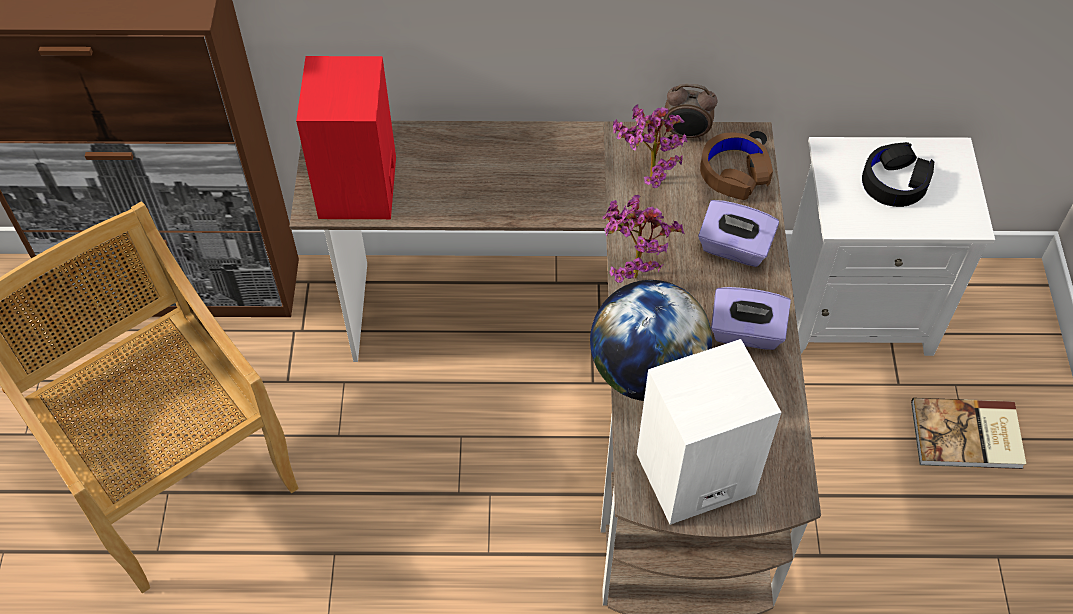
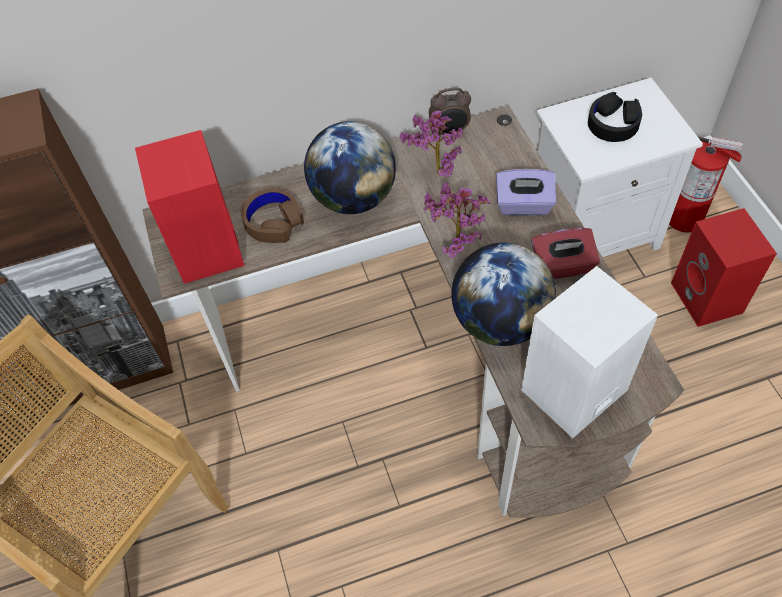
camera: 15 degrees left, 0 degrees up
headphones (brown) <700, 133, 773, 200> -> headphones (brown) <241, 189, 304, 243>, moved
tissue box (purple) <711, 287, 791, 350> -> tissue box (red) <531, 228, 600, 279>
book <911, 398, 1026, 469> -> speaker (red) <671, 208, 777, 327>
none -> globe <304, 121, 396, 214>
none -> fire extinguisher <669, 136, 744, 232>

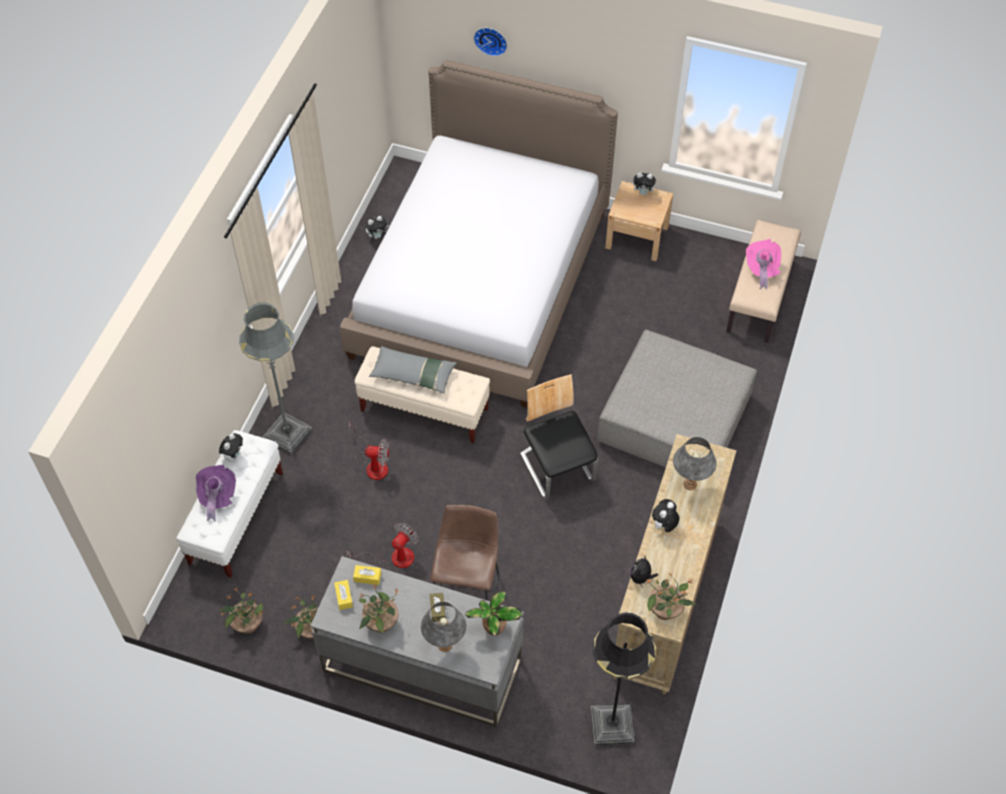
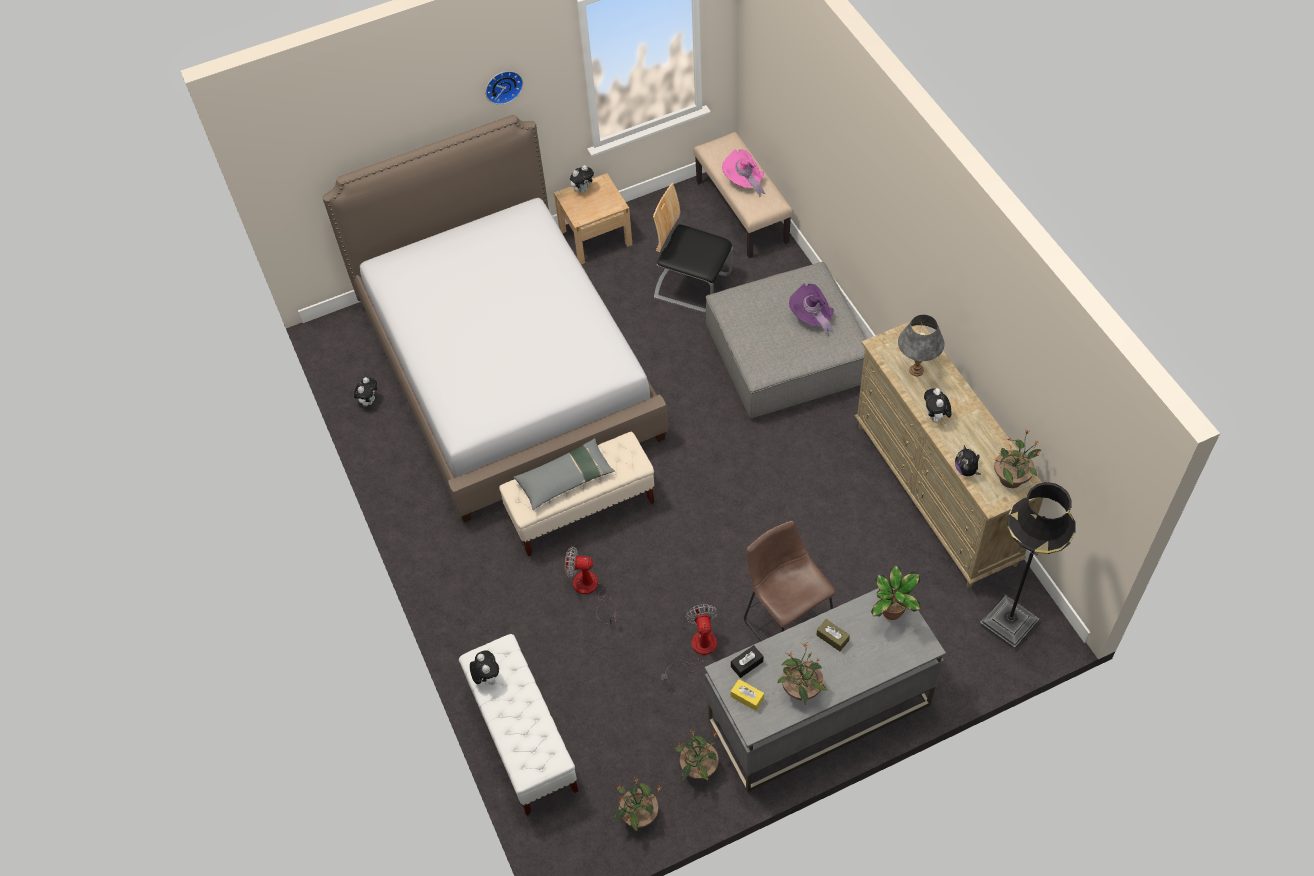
camera: 40 degrees left, 0 degrees up
wall clock <474, 28, 507, 56> -> wall clock <485, 71, 523, 105>, moved
floor lamp (grey) <239, 303, 312, 455> -> none
chair <520, 374, 598, 499> -> chair <653, 183, 733, 313>, moved
fan <349, 423, 389, 480> -> fan <565, 547, 616, 625>, 135 degrees counterclockwise
hat (purple) <196, 465, 236, 521> -> hat (purple) <789, 283, 834, 336>, moved
tissue box (yellow) <353, 565, 381, 585> -> tissue box (black) <731, 645, 763, 678>
table lamp (grey) <421, 602, 466, 652> -> none

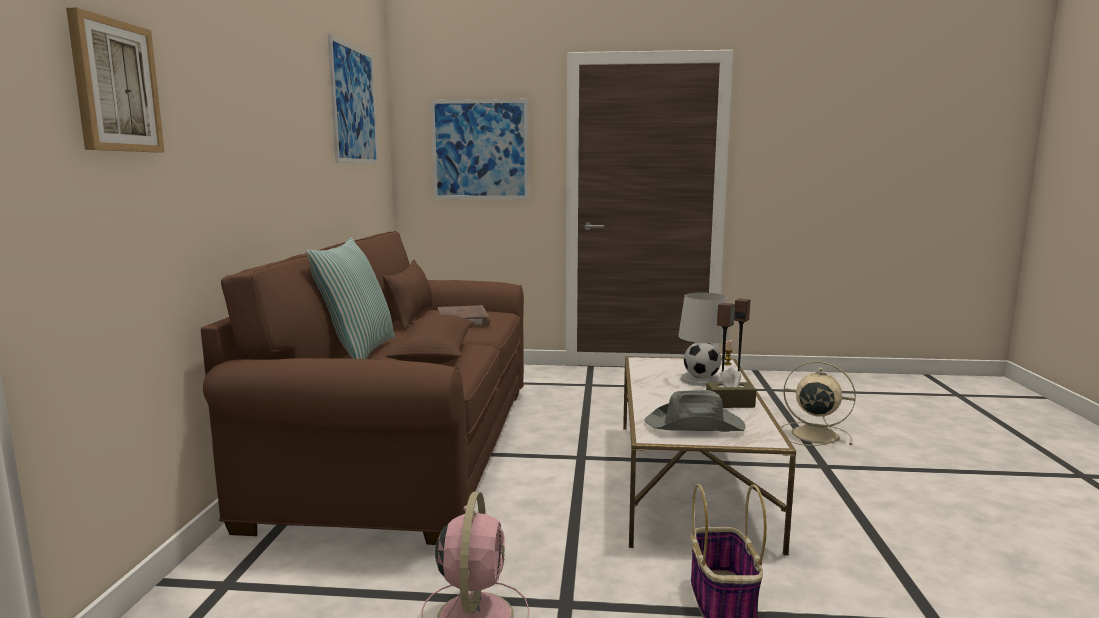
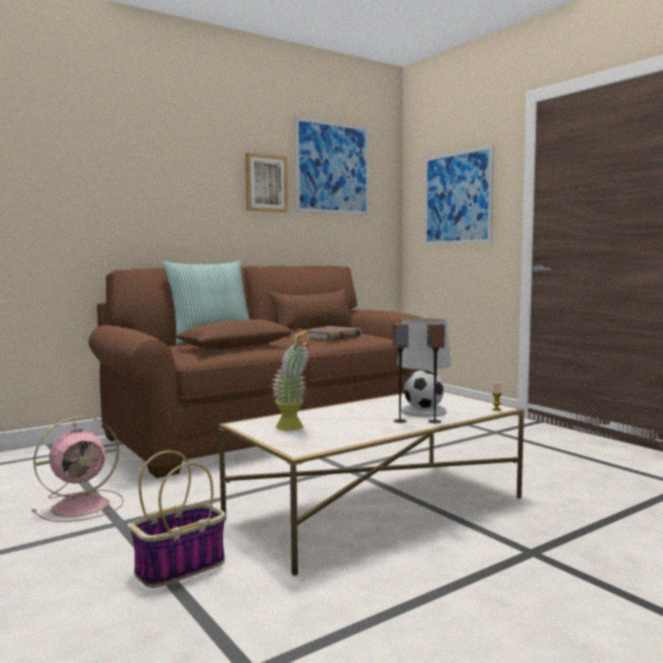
camera: 50 degrees right, 5 degrees down
picture <66, 8, 165, 152> -> picture <245, 153, 288, 212>, moved
fan (beige) <781, 361, 856, 446> -> none
tissue box (brown) <706, 367, 756, 408> -> none
hat (grey) <645, 390, 745, 432> -> potted plant <272, 328, 311, 430>

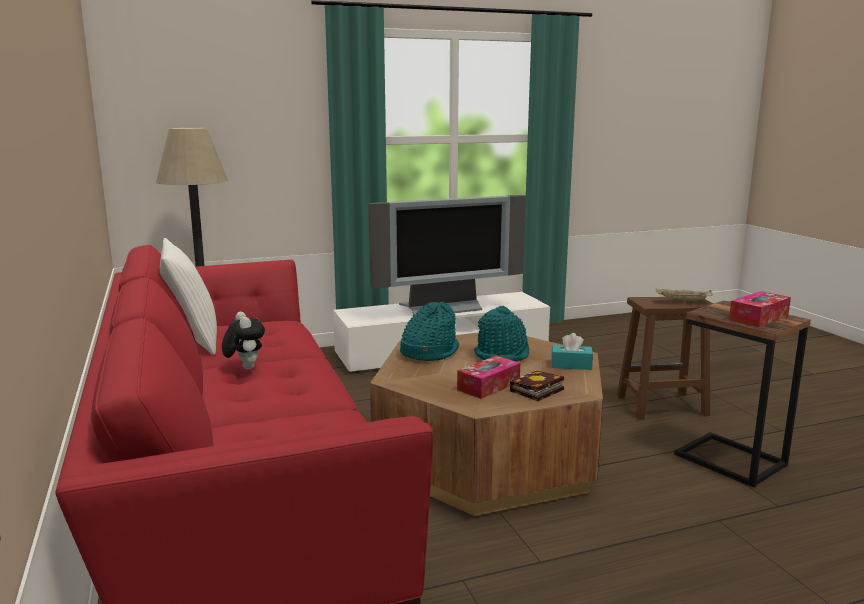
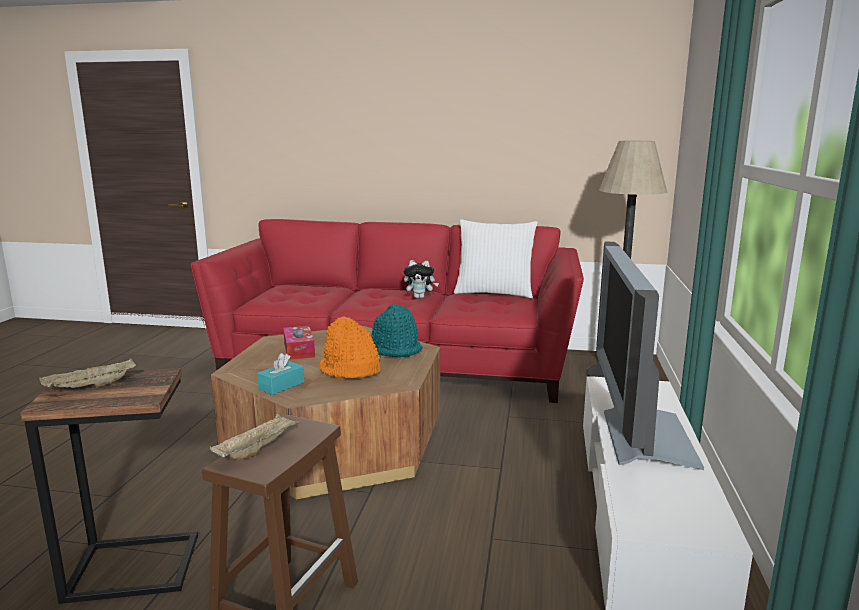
camera: 120 degrees right, 0 degrees up
tissue box <729, 291, 791, 327> -> tray (beige) <39, 358, 136, 388>
hat (turquoise) <474, 306, 529, 362> -> hat (orange) <319, 316, 380, 378>
book <510, 371, 564, 401> -> none

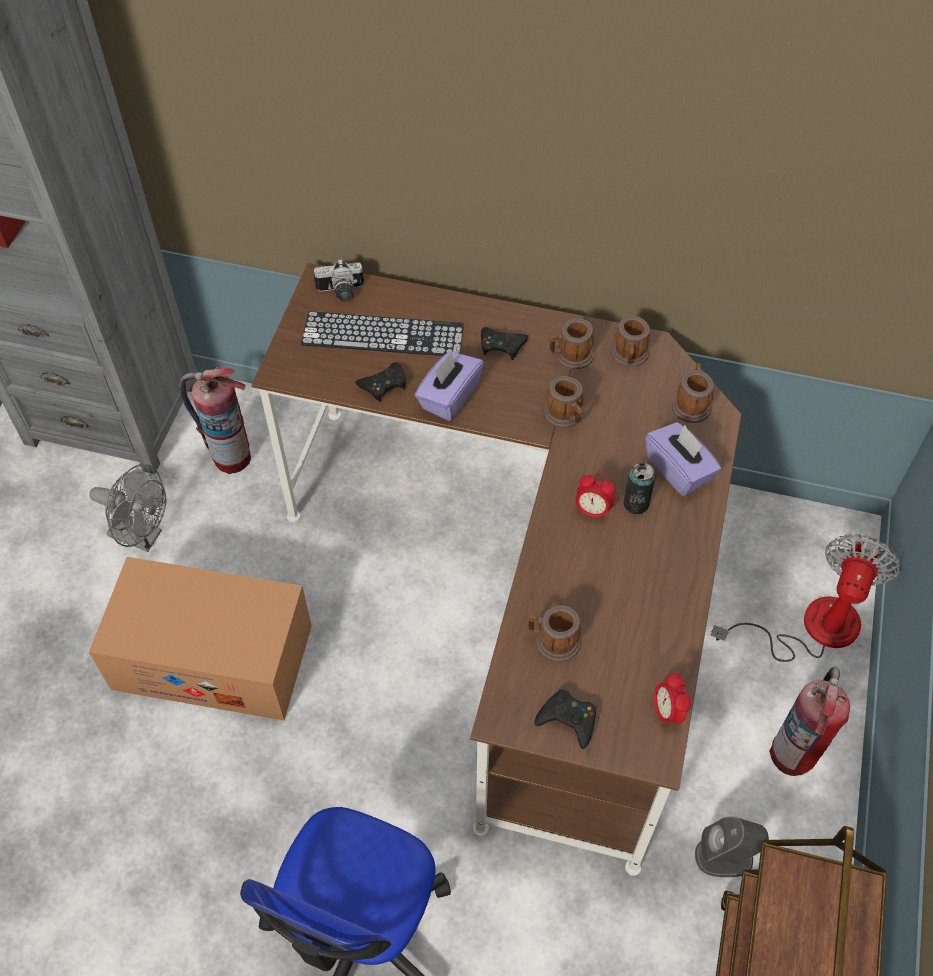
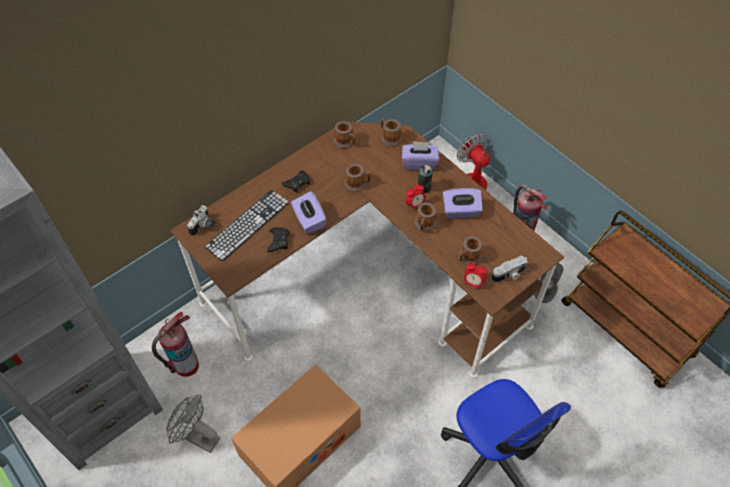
camera: 55 degrees left, 0 degrees up
mug <549, 318, 594, 369> -> mug <414, 202, 437, 232>, moved
fan (grey) <89, 464, 166, 552> -> fan (grey) <166, 394, 220, 453>, 120 degrees counterclockwise
alarm clock <653, 674, 691, 727> -> alarm clock <464, 262, 487, 289>, moved
game controller (black) <535, 689, 596, 749> -> photo camera <491, 256, 528, 283>
none -> tissue box (purple) <443, 188, 483, 219>

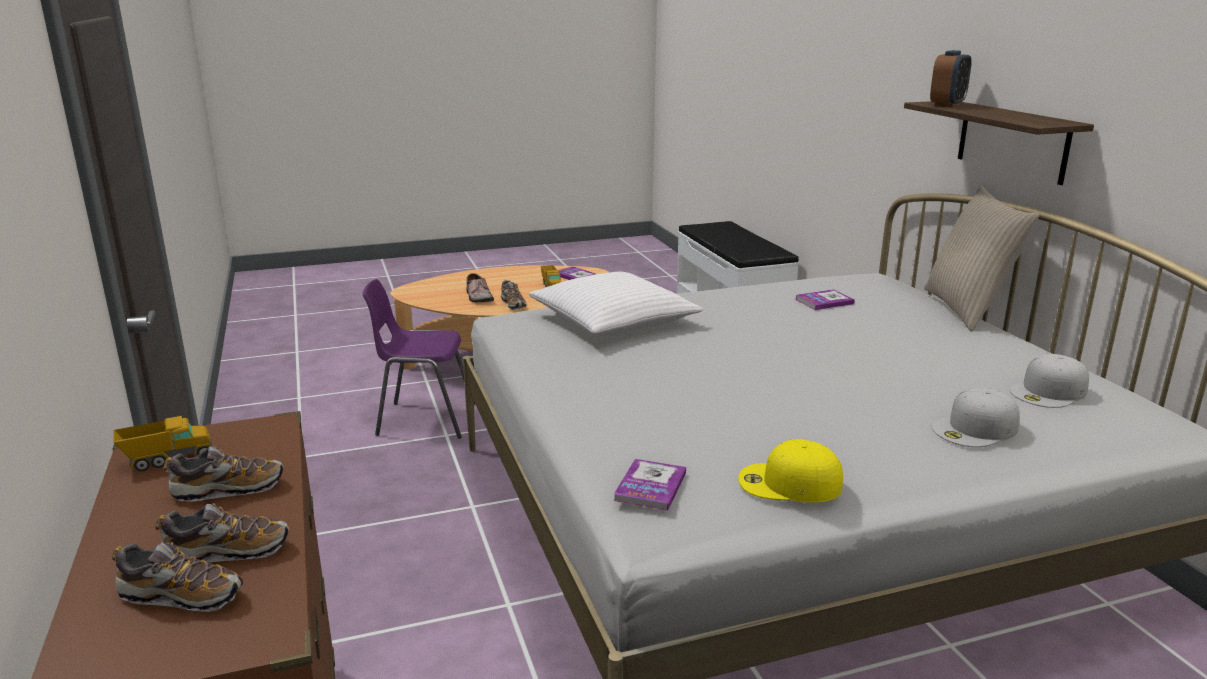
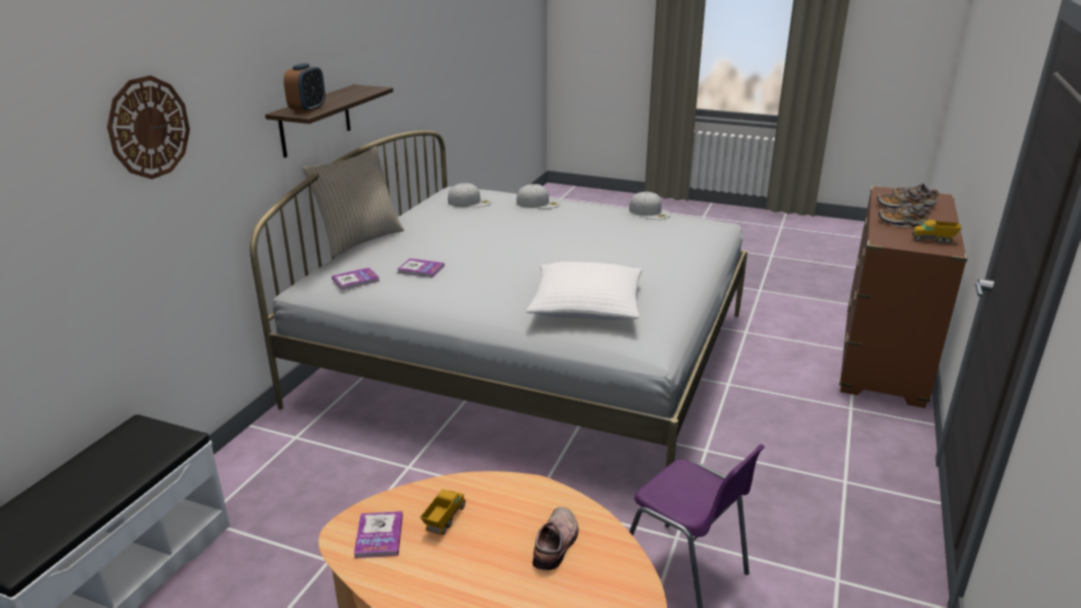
camera: 140 degrees left, 5 degrees up
alarm clock <930, 50, 972, 107> -> alarm clock <284, 63, 325, 113>, 120 degrees clockwise
shoe <501, 280, 527, 310> -> none
cap (yellow) <738, 439, 843, 503> -> cap (white) <629, 192, 671, 220>
book <614, 459, 686, 511> -> book <332, 268, 380, 290>, moved
none -> wall clock <107, 75, 190, 179>

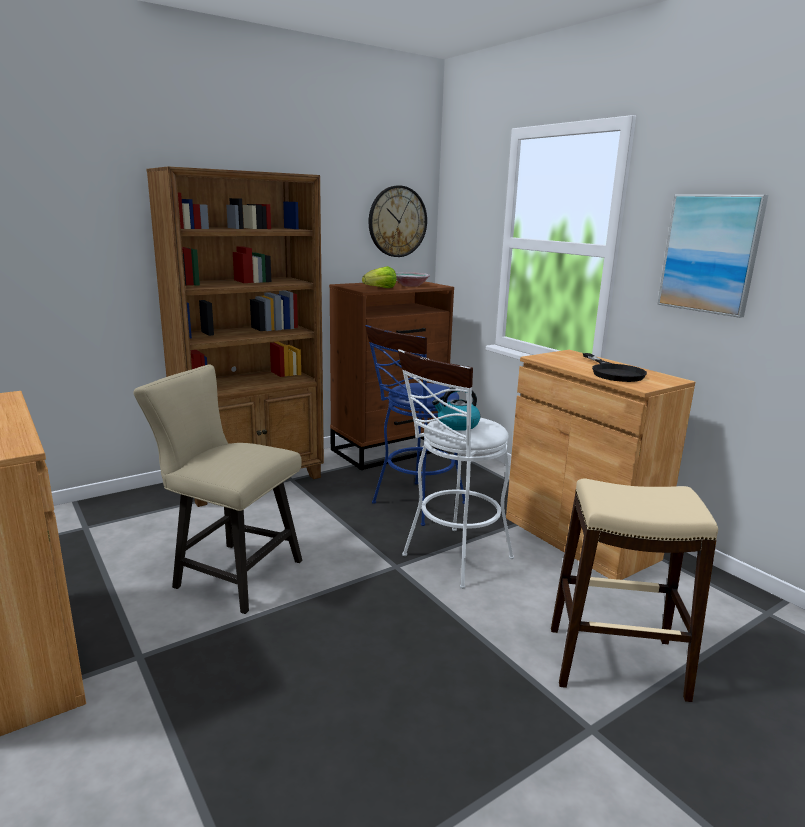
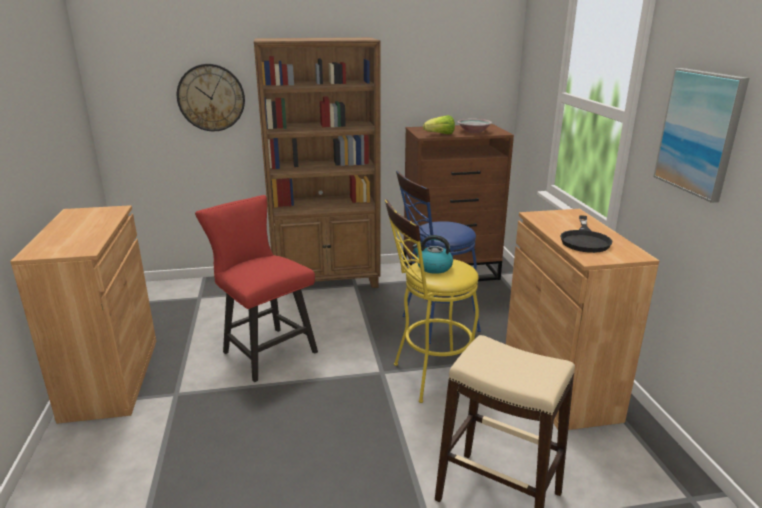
camera: 25 degrees right, 5 degrees up
wall clock <369, 186, 427, 257> -> wall clock <177, 64, 245, 131>, moved
stool (white) <398, 349, 514, 589> -> stool (yellow) <385, 200, 479, 403>
chair (beige) <134, 364, 302, 614> -> chair (red) <195, 195, 318, 382>

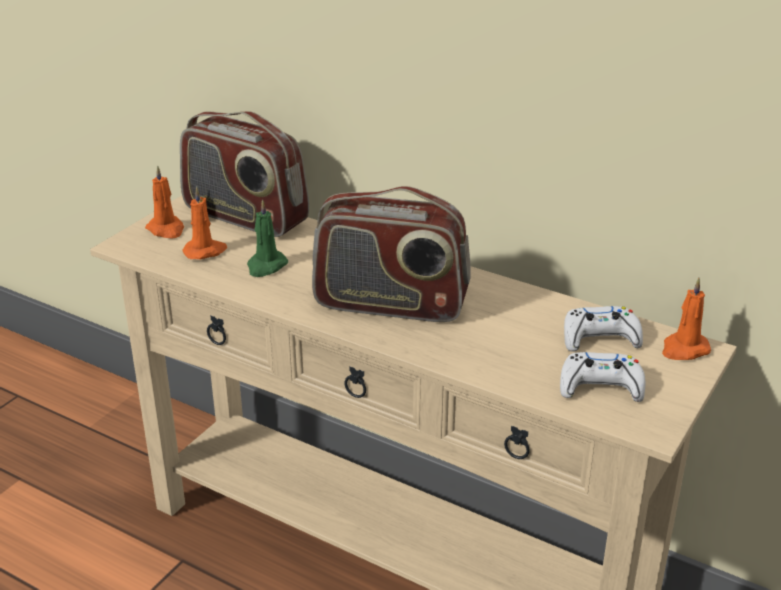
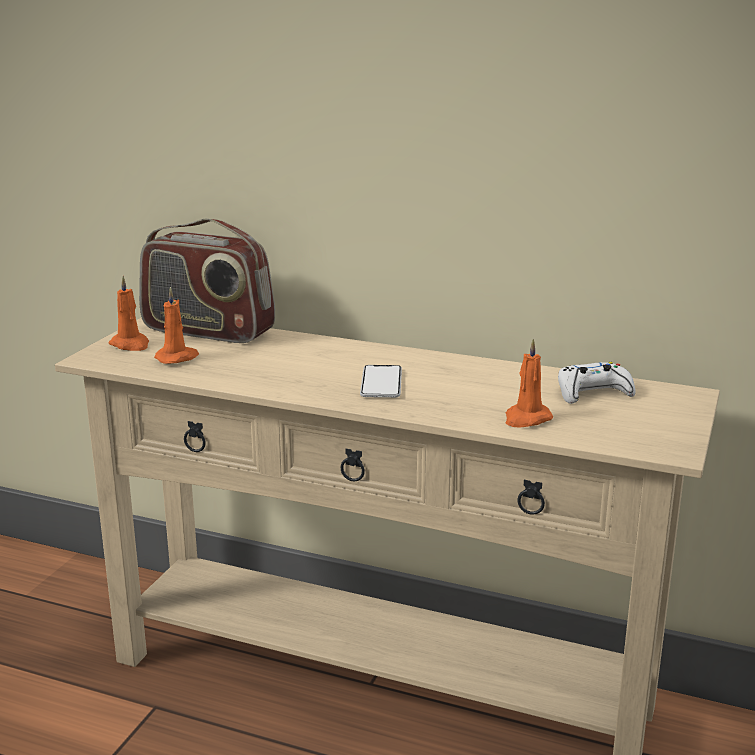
camera: 10 degrees left, 10 degrees down
radio <312, 186, 471, 322> -> phone <360, 365, 402, 398>
candle (green) <247, 199, 288, 277> -> none
candle (orange) <662, 278, 711, 360> -> candle (orange) <506, 339, 553, 428>, moved
game controller (white) <560, 352, 645, 402> -> none

